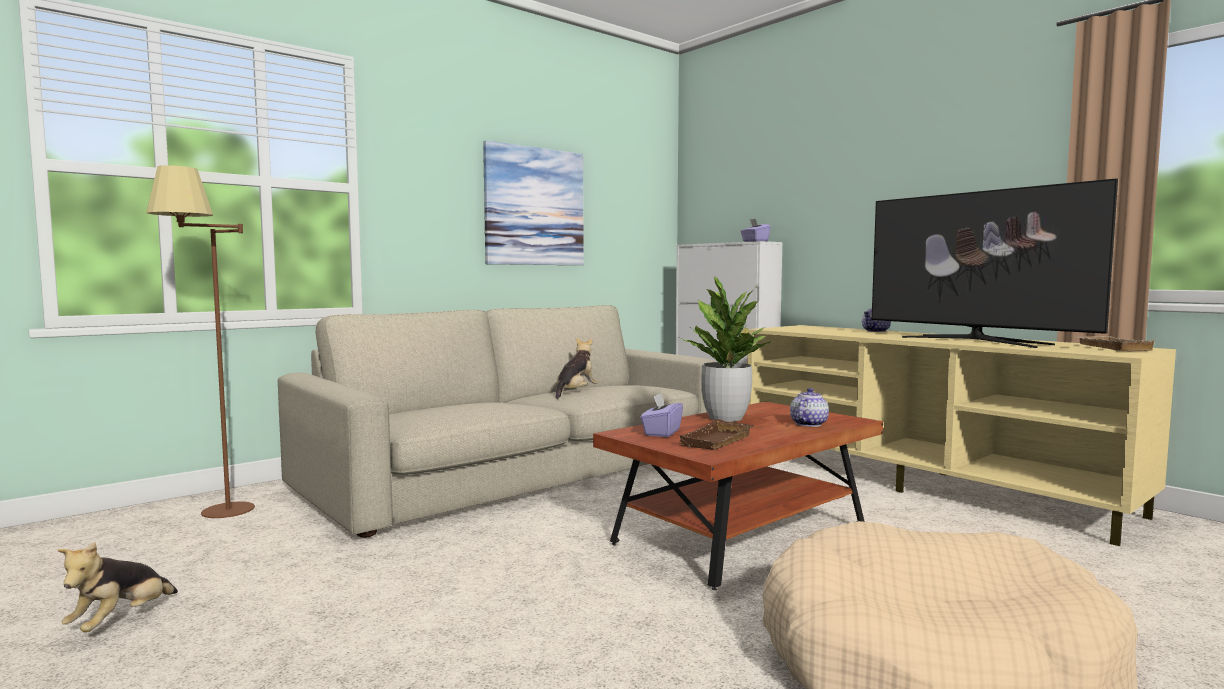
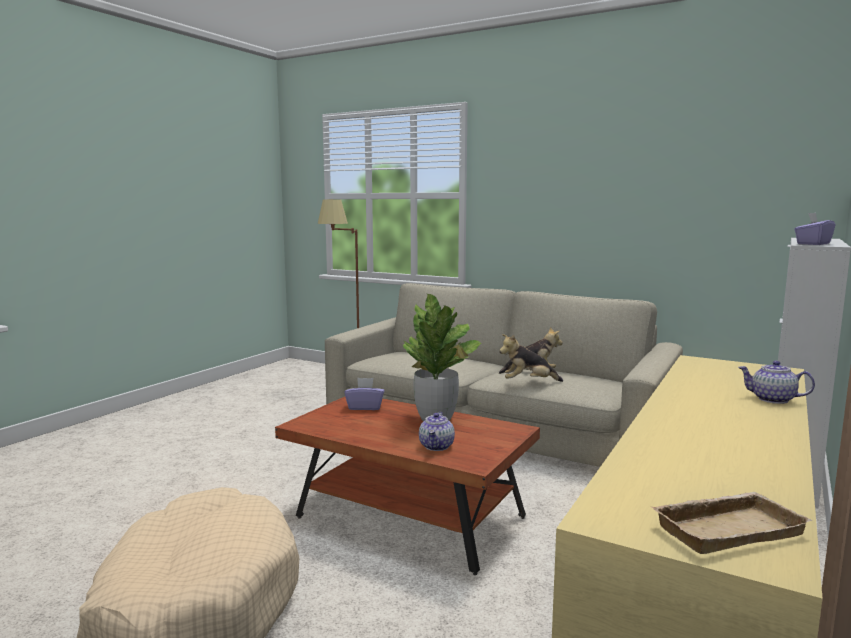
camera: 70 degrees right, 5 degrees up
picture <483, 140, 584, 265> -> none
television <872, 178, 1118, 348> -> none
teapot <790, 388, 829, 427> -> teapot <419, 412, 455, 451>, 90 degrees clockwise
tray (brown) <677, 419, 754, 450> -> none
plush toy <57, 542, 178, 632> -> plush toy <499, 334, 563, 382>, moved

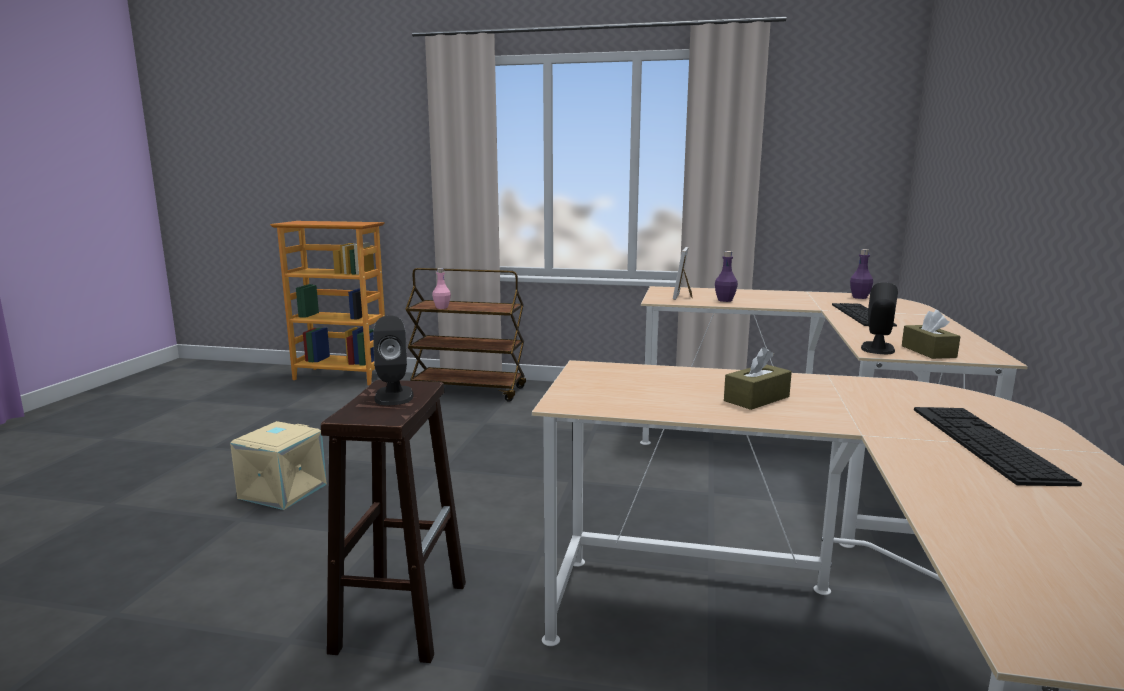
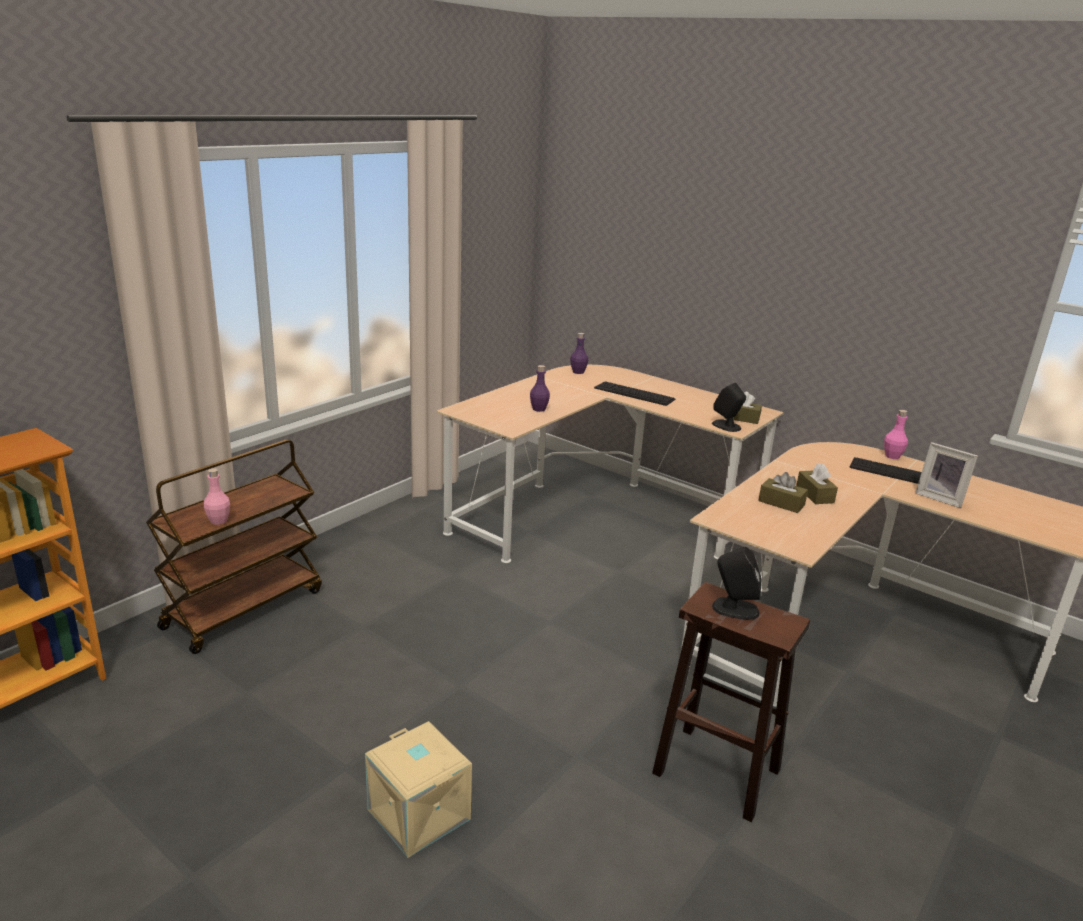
camera: 65 degrees left, 10 degrees up
picture frame <673, 247, 692, 300> -> picture frame <915, 442, 978, 508>, moved
none -> bottle (pink) <884, 410, 908, 459>
none -> tissue box (brown) <758, 472, 808, 513>

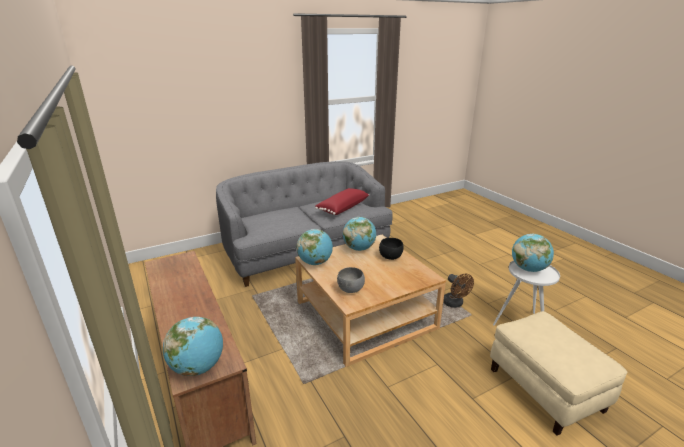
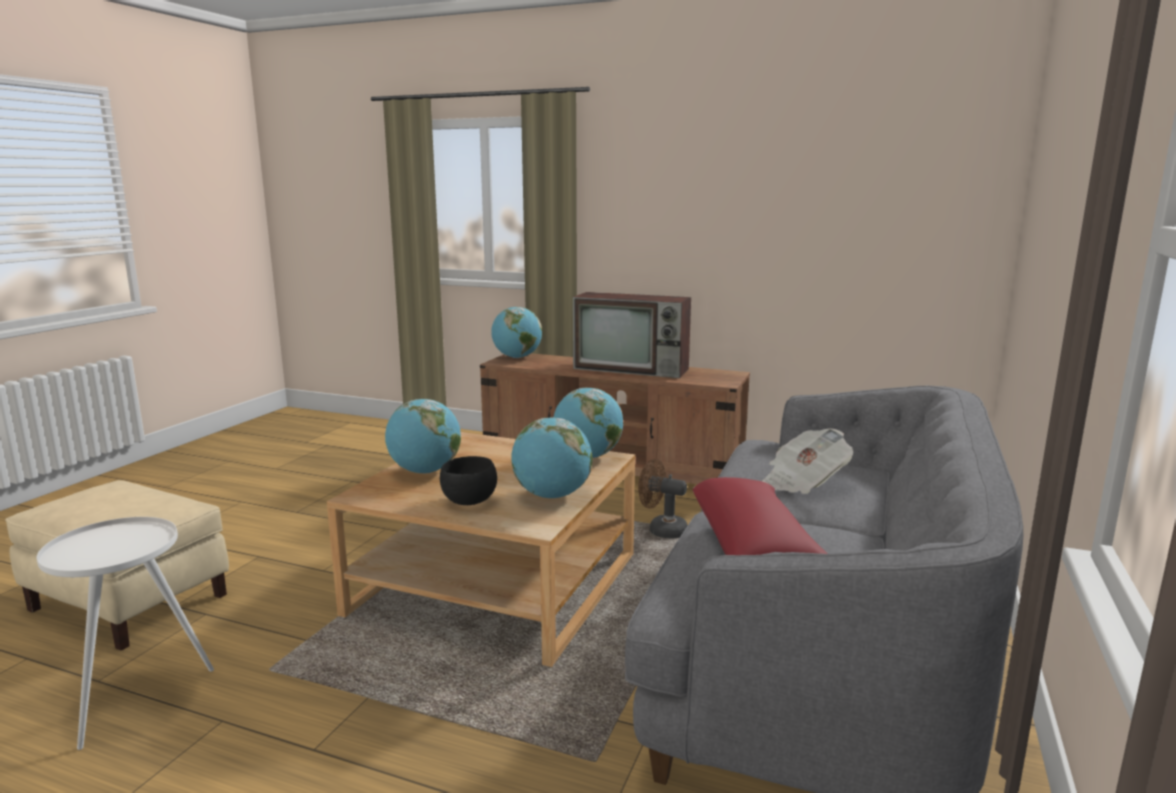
camera: 140 degrees right, 10 degrees down
globe <512, 234, 554, 272> -> globe <385, 399, 461, 474>, moved
bowl (grey) <337, 267, 365, 293> -> none
fan (brown) <443, 274, 474, 308> -> fan (brown) <638, 459, 688, 538>, moved
none -> television <573, 292, 691, 378>
none -> newspaper <762, 429, 853, 494>

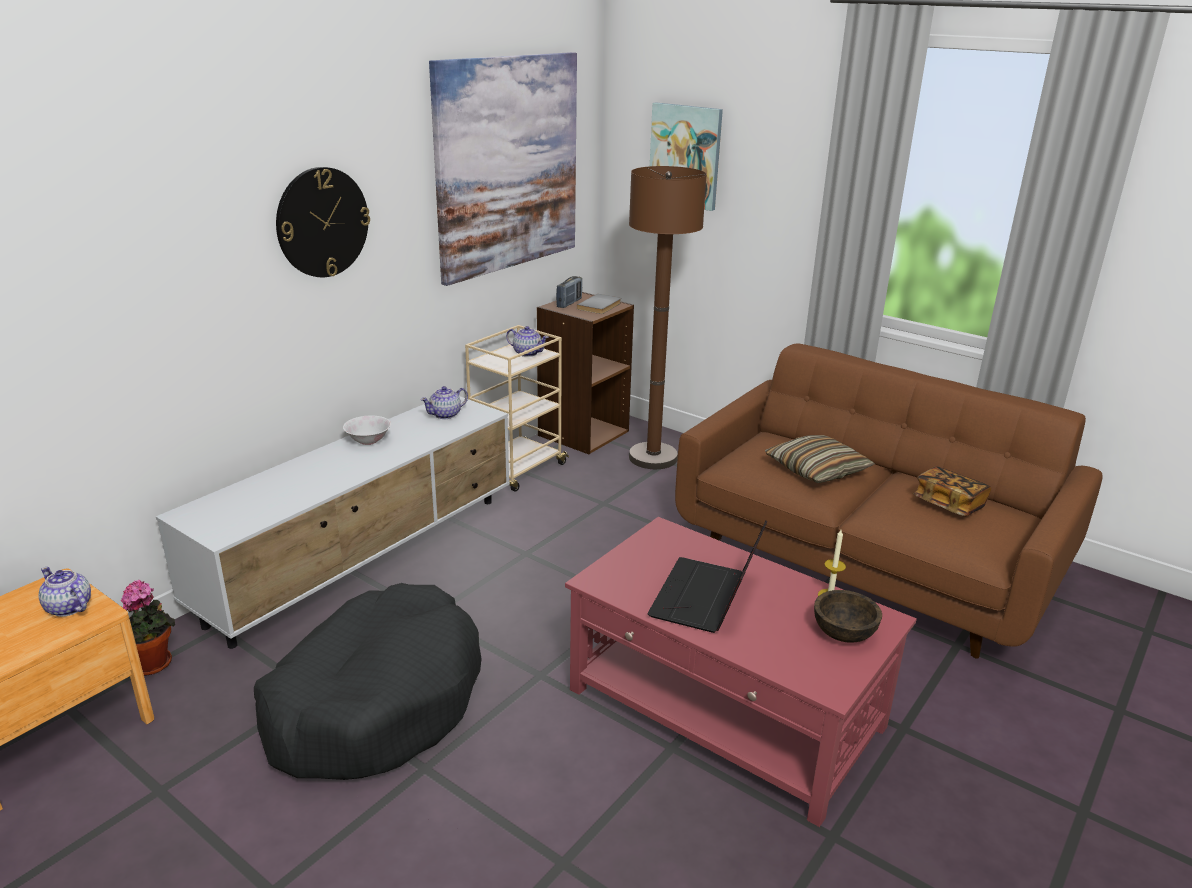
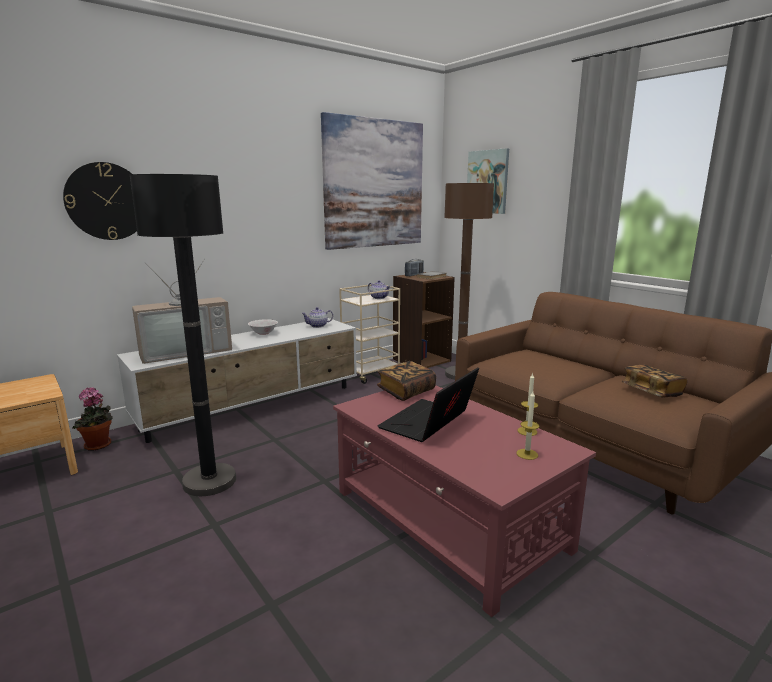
camera: 15 degrees right, 10 degrees down
wall clock <276, 167, 370, 277> -> wall clock <63, 162, 137, 240>, moved
pillow <765, 435, 875, 483> -> none
teapot <39, 567, 91, 617> -> none
dog bed (black) <254, 583, 481, 780> -> floor lamp (black) <130, 174, 236, 496>
bowl (brown) <814, 590, 882, 643> -> candle <517, 391, 539, 460>
none -> television <132, 258, 232, 364>
none -> book <377, 361, 436, 401>

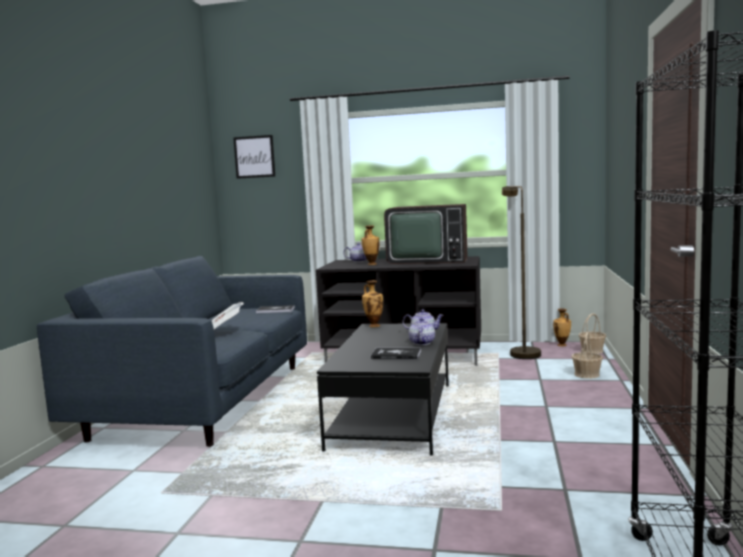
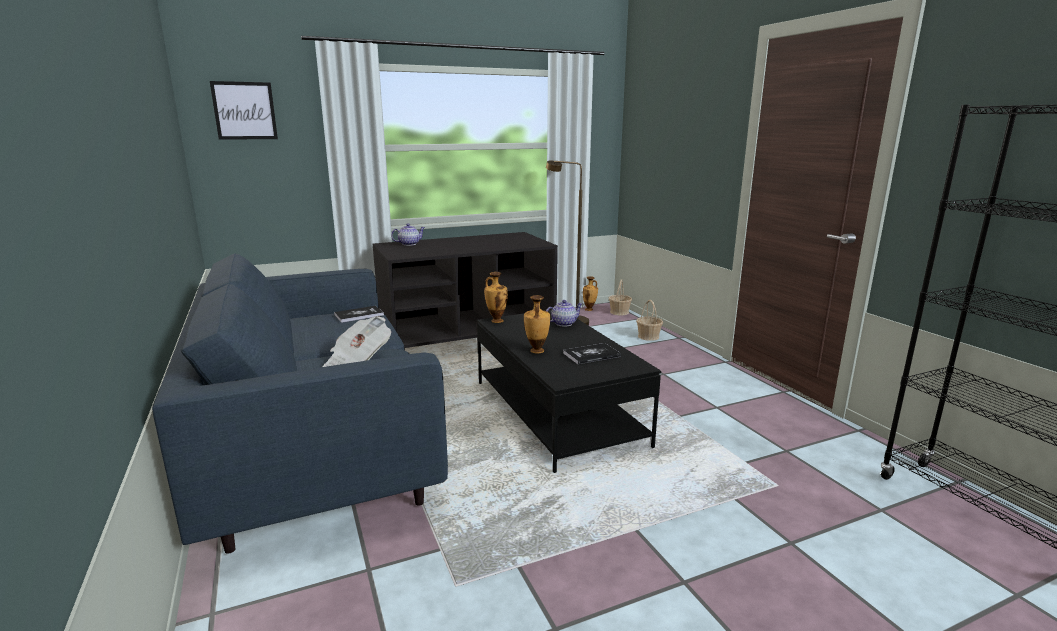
camera: 35 degrees left, 10 degrees up
television <384, 204, 468, 264> -> none
vase <361, 225, 379, 265> -> vase <524, 295, 550, 353>, moved
teapot <409, 318, 435, 345> -> none

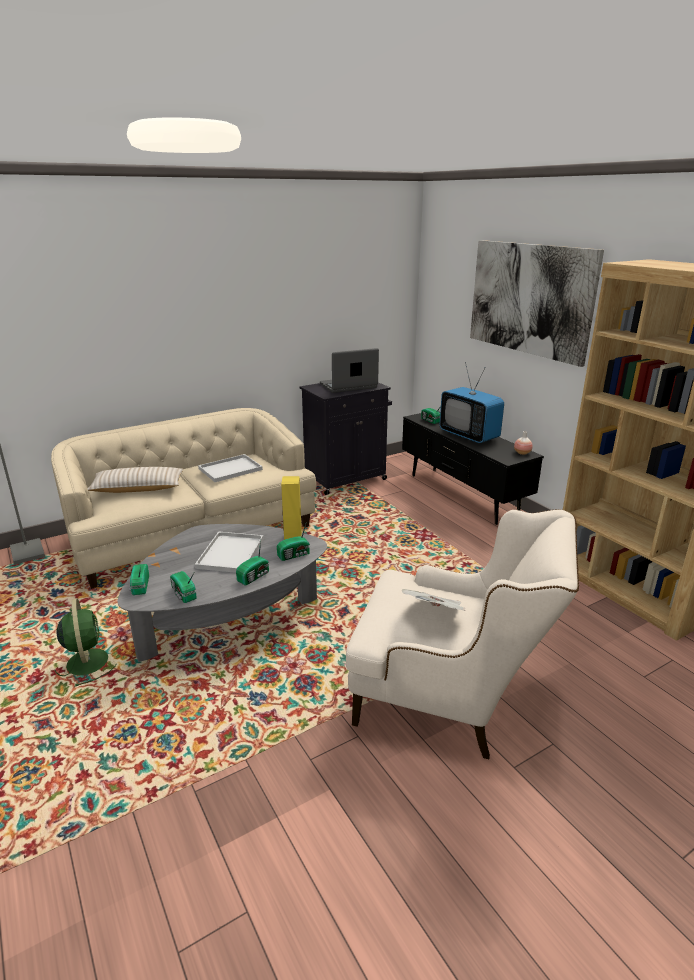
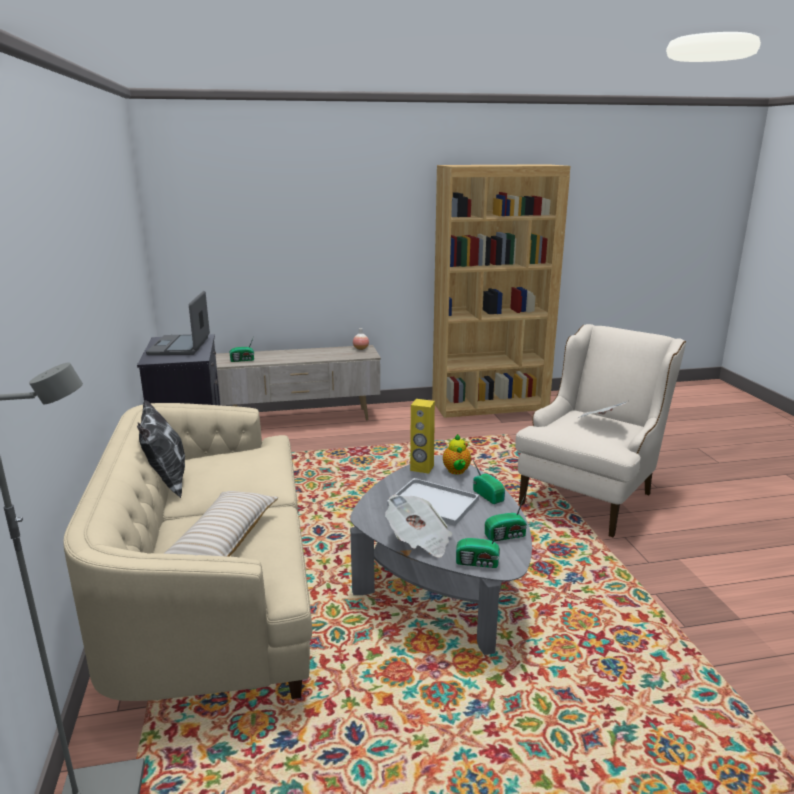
camera: 70 degrees left, 5 degrees down
picture <470, 240, 604, 367> -> none
television <440, 362, 504, 443> -> none
tv stand (black) <402, 411, 544, 525> -> tv stand (beige) <216, 345, 381, 420>
tray (white) <198, 454, 263, 482> -> none
radio <277, 521, 310, 561> -> teapot <443, 434, 471, 475>
fan (green) <55, 598, 117, 687> -> none
none -> pillow <137, 401, 185, 498>
none -> newspaper <385, 495, 452, 558>

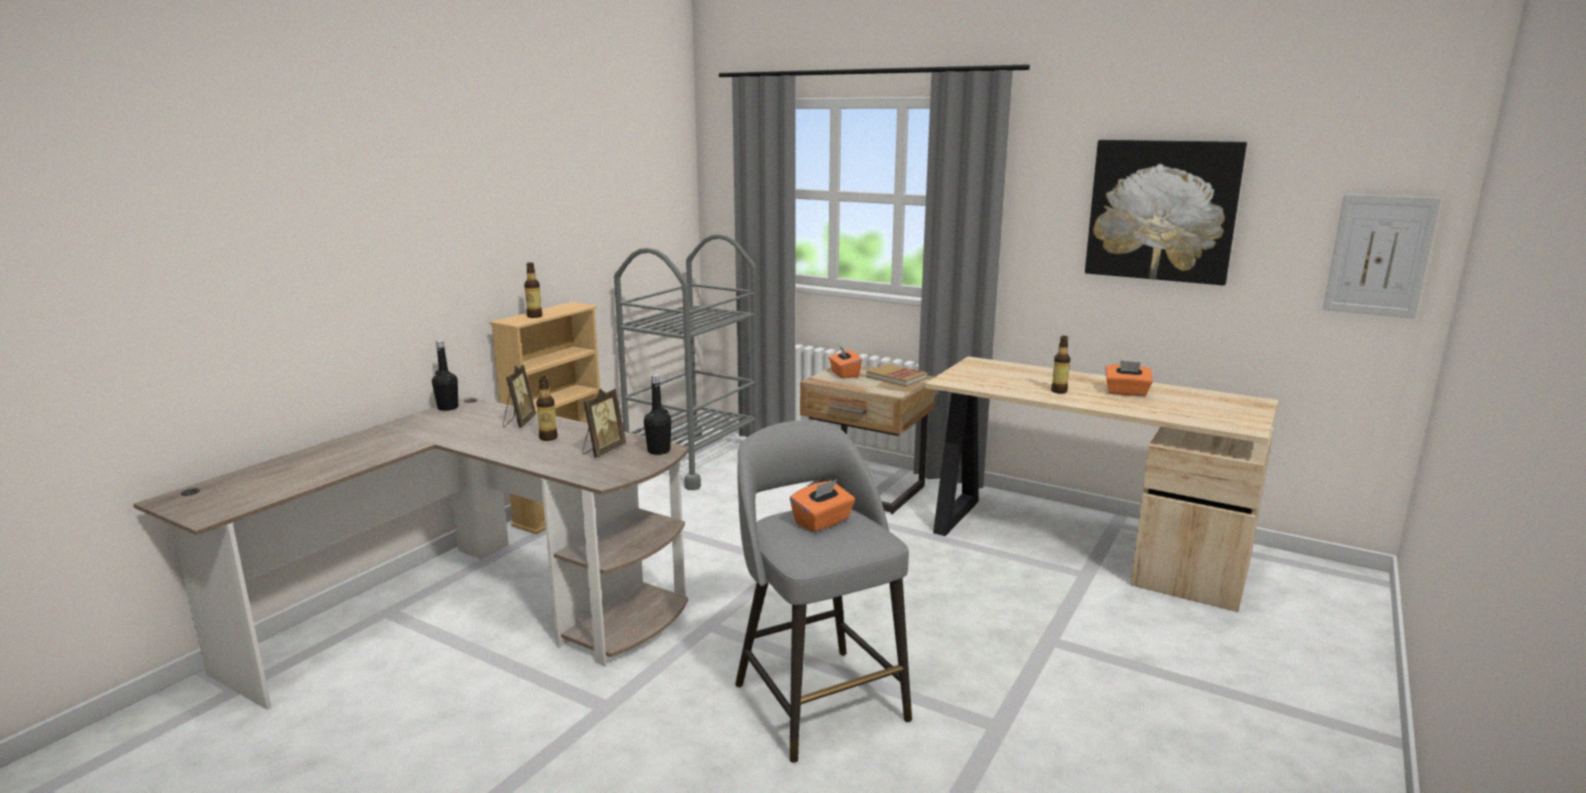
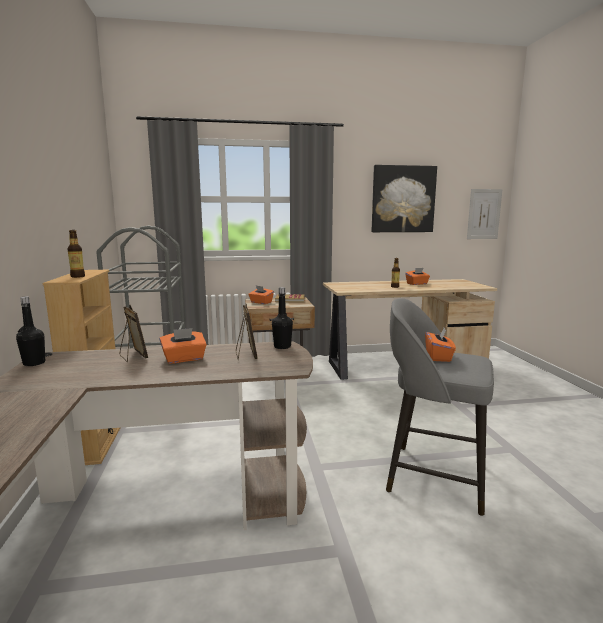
camera: 40 degrees left, 5 degrees down
bottle <536, 377, 558, 441> -> tissue box (orange) <160, 328, 207, 364>

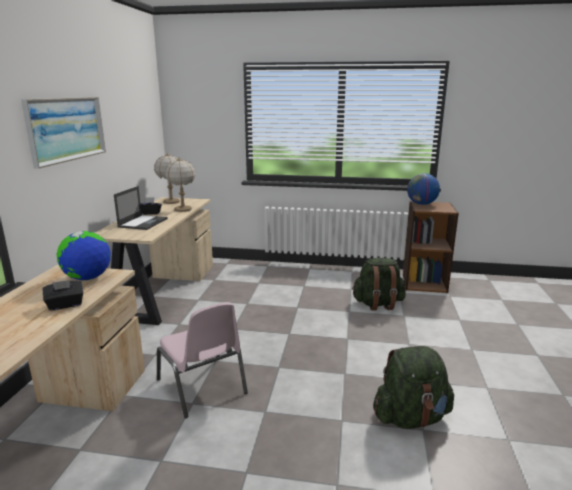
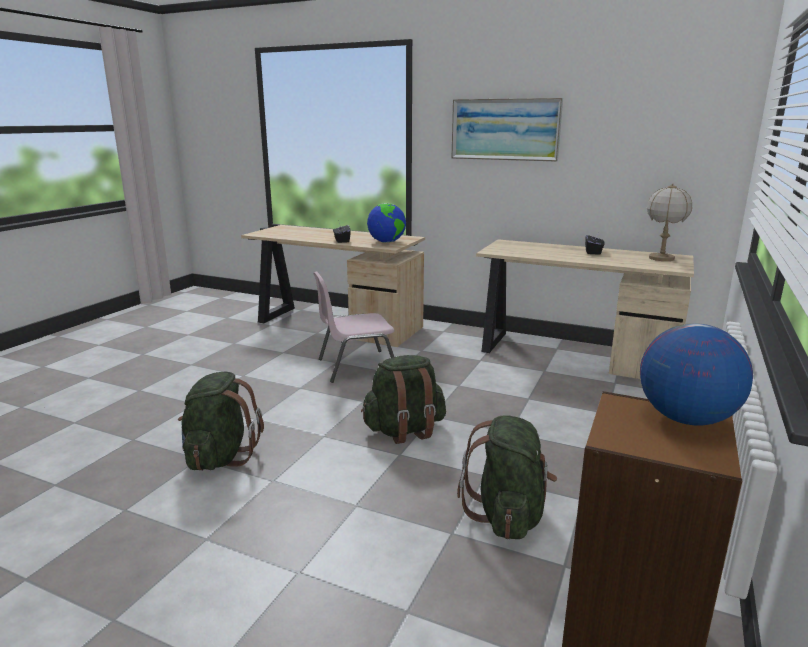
camera: 105 degrees right, 0 degrees up
table lamp <165, 157, 195, 212> -> none
laptop <114, 186, 168, 230> -> none
none -> backpack (green) <361, 355, 446, 444>

